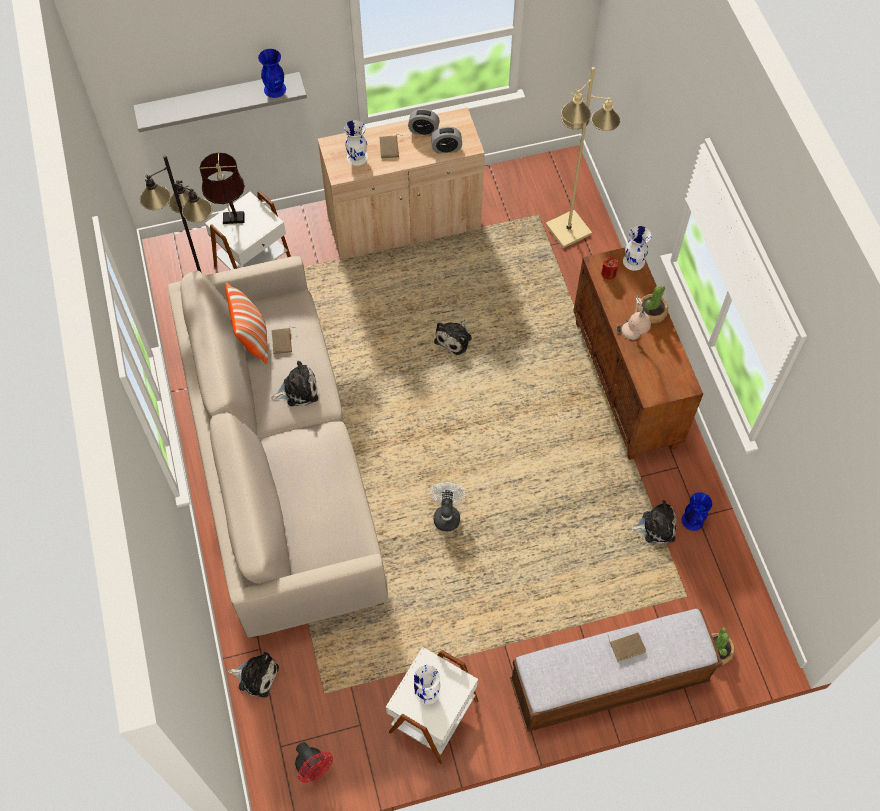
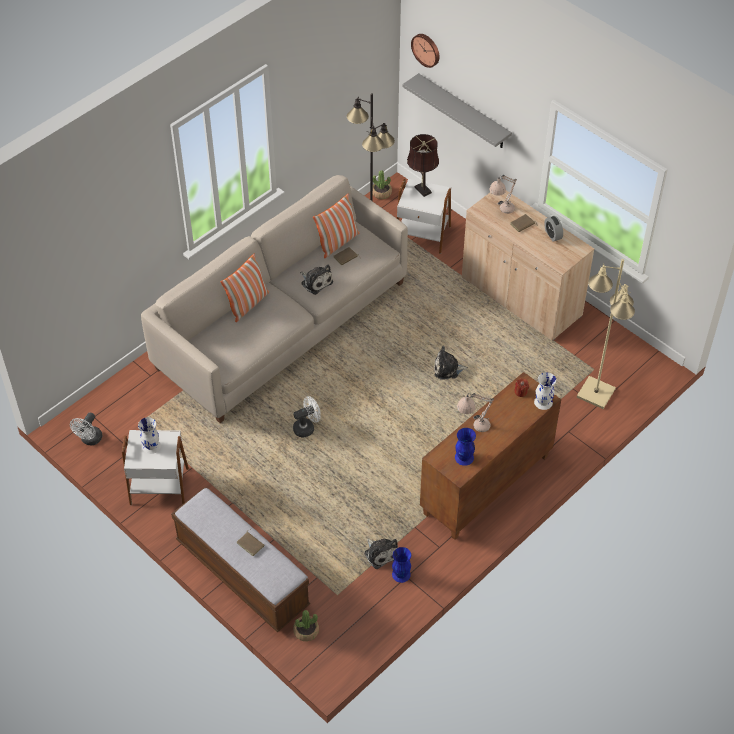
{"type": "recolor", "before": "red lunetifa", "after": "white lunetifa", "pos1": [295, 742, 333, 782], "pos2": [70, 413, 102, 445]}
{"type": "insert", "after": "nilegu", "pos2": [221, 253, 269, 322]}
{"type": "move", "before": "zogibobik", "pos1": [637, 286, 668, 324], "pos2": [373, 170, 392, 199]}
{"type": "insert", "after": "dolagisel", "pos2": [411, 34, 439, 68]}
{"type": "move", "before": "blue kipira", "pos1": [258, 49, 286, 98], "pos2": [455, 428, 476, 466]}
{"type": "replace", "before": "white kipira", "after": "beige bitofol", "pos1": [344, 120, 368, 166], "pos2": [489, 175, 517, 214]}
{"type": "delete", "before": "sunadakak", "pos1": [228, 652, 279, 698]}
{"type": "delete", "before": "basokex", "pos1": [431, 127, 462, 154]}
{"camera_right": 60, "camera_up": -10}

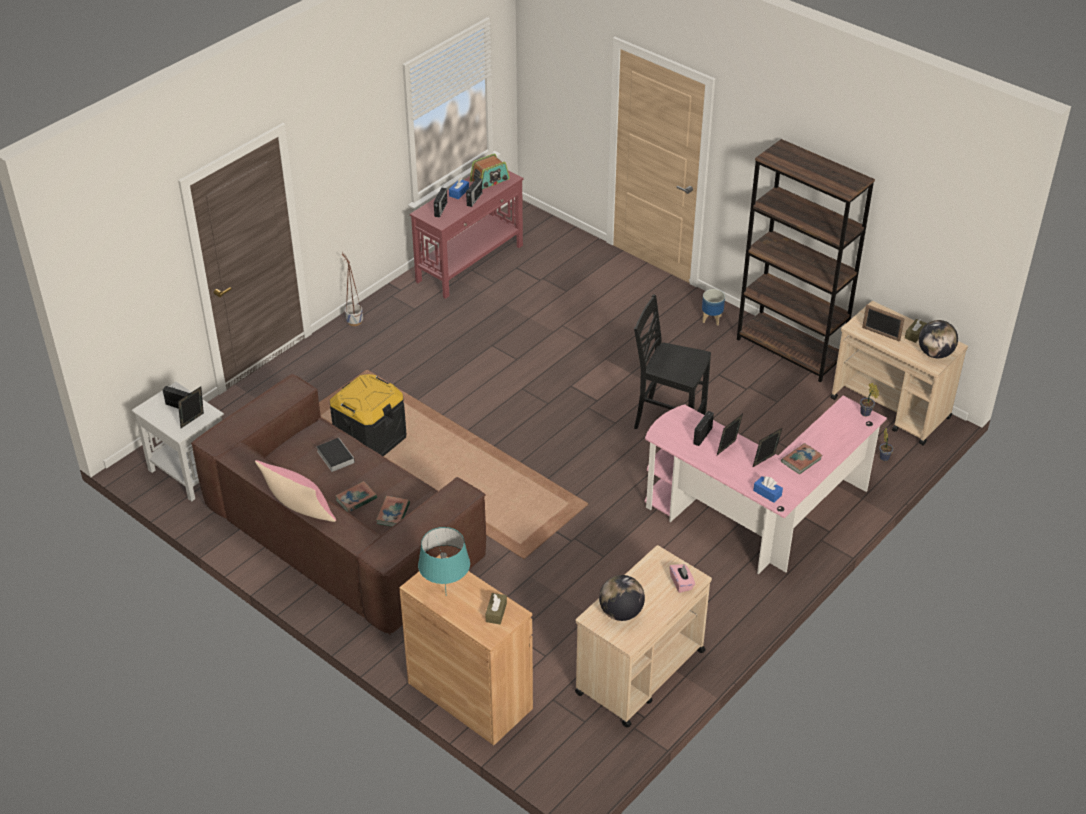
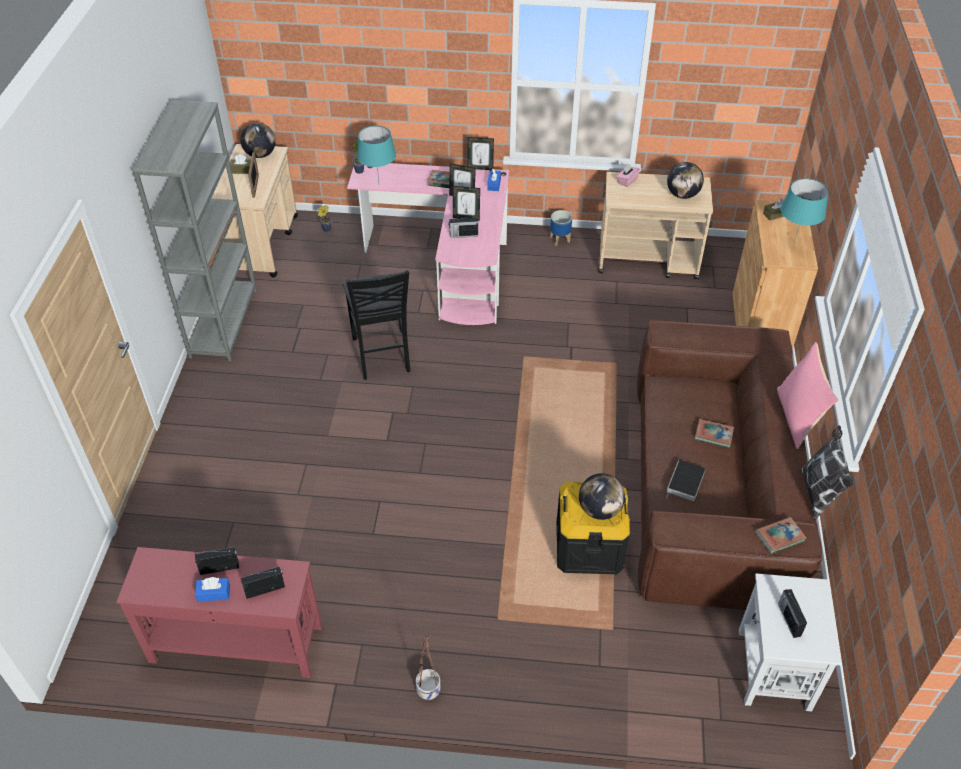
{"type": "recolor", "before": "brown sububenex", "after": "grey sububenex", "pos1": [737, 139, 875, 383], "pos2": [132, 100, 257, 361]}
{"type": "insert", "after": "turquoise bitofol", "pos2": [357, 126, 396, 182]}
{"type": "move", "before": "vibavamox", "pos1": [178, 386, 204, 428], "pos2": [468, 137, 494, 170]}
{"type": "move", "before": "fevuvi", "pos1": [702, 289, 725, 326], "pos2": [550, 210, 572, 246]}
{"type": "insert", "after": "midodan", "pos2": [579, 473, 625, 520]}
{"type": "move", "before": "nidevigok", "pos1": [376, 496, 410, 527], "pos2": [755, 517, 807, 554]}
{"type": "insert", "after": "nilegu", "pos2": [801, 426, 855, 521]}
{"type": "delete", "before": "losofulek", "pos1": [470, 153, 510, 189]}
{"camera_right": -125, "camera_up": 5}

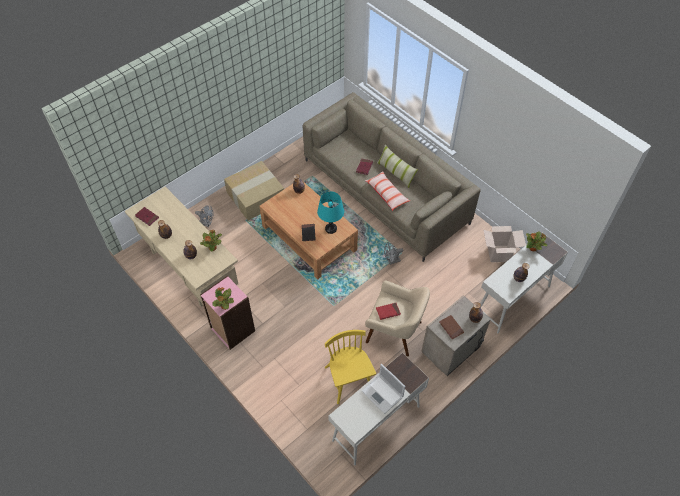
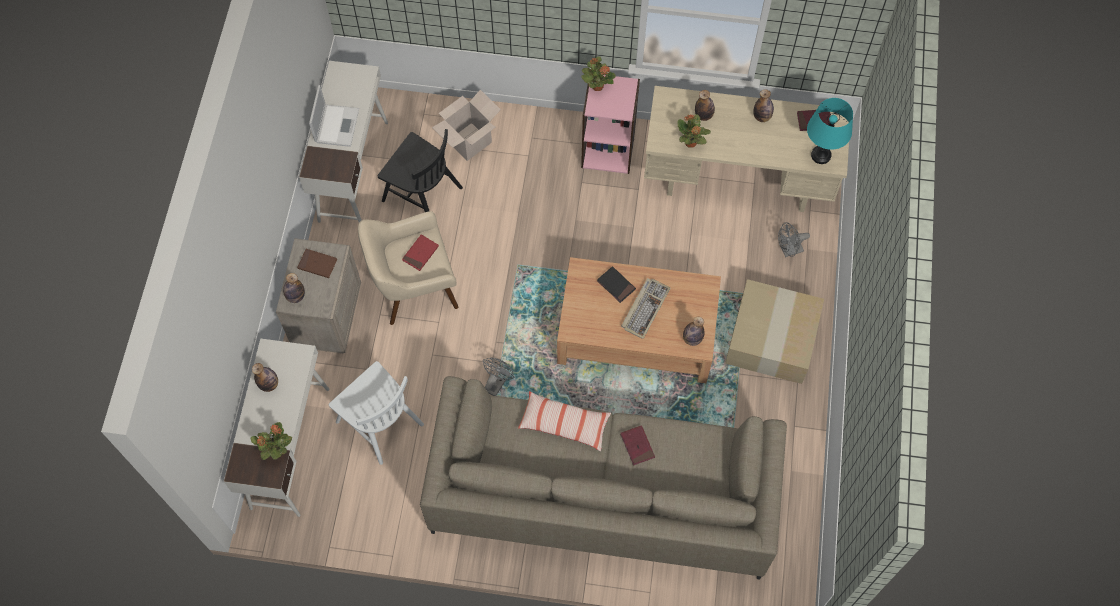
{"type": "rotate", "before": "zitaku", "pos1": [362, 364, 405, 414], "pos2": [309, 85, 359, 147], "turn": 90}
{"type": "insert", "after": "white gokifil", "pos2": [329, 361, 424, 465]}
{"type": "recolor", "before": "yellow gokifil", "after": "black gokifil", "pos1": [325, 330, 376, 404], "pos2": [378, 129, 463, 212]}
{"type": "move", "before": "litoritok", "pos1": [484, 226, 526, 262], "pos2": [432, 90, 501, 161]}
{"type": "insert", "after": "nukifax", "pos2": [621, 278, 670, 339]}
{"type": "move", "before": "turquoise bitofol", "pos1": [317, 192, 344, 234], "pos2": [807, 98, 853, 164]}
{"type": "delete", "before": "nilegu", "pos1": [377, 144, 418, 188]}
{"camera_right": 140, "camera_up": 10}

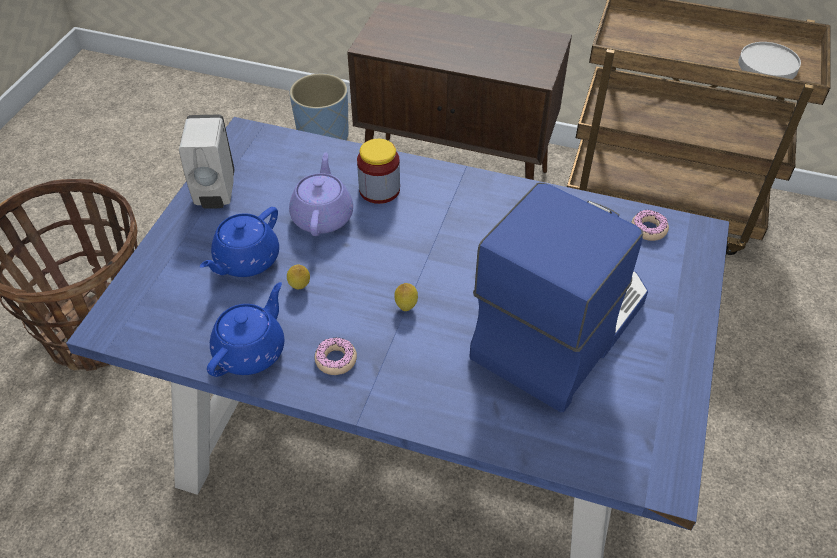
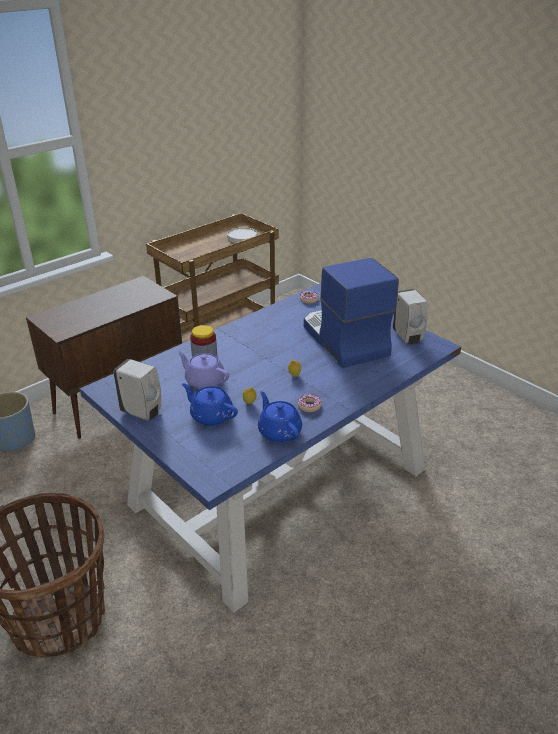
{"type": "rotate", "before": "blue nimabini", "pos1": [200, 207, 279, 277], "pos2": [182, 383, 238, 426], "turn": 150}
{"type": "insert", "after": "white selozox", "pos2": [393, 289, 429, 344]}
{"camera_right": -60, "camera_up": -15}

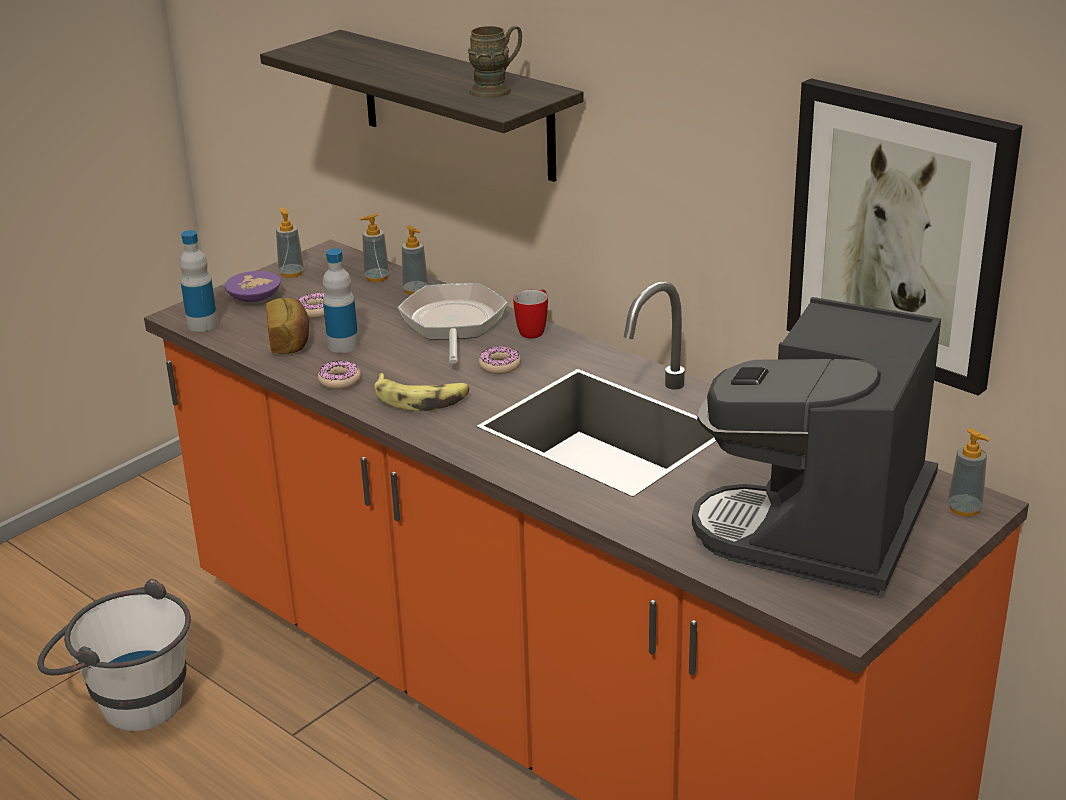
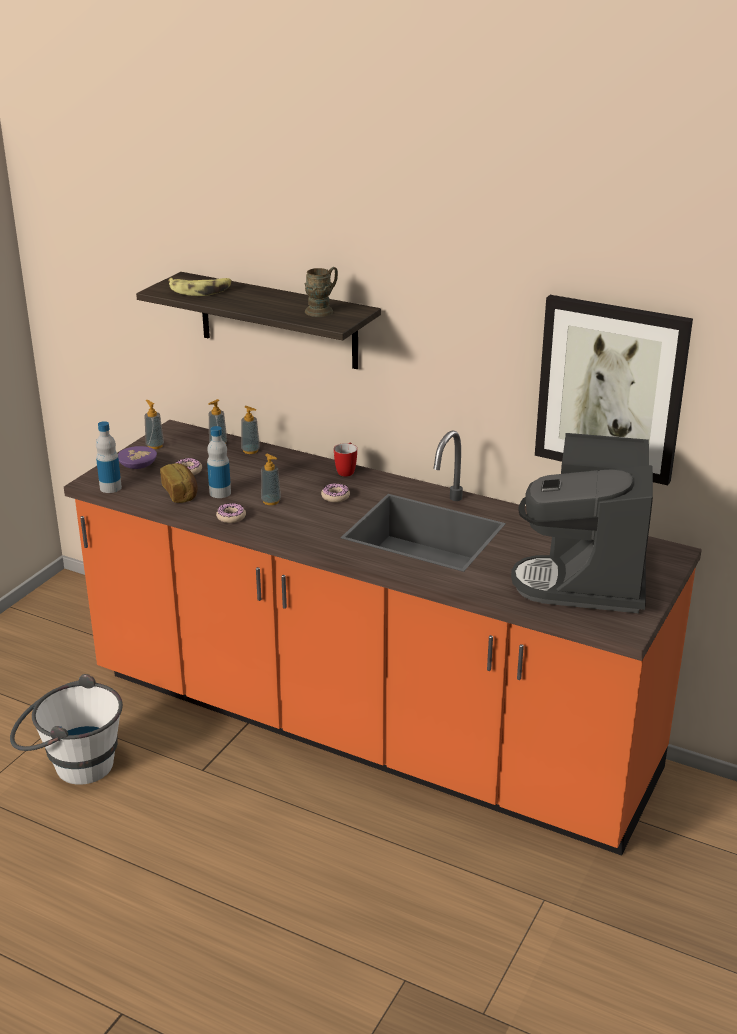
{"type": "move", "before": "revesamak", "pos1": [374, 373, 469, 412], "pos2": [169, 278, 232, 296]}
{"type": "move", "before": "selozox", "pos1": [948, 428, 990, 517], "pos2": [261, 454, 281, 505]}
{"type": "delete", "before": "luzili", "pos1": [398, 283, 508, 364]}
{"camera_right": -15, "camera_up": 0}

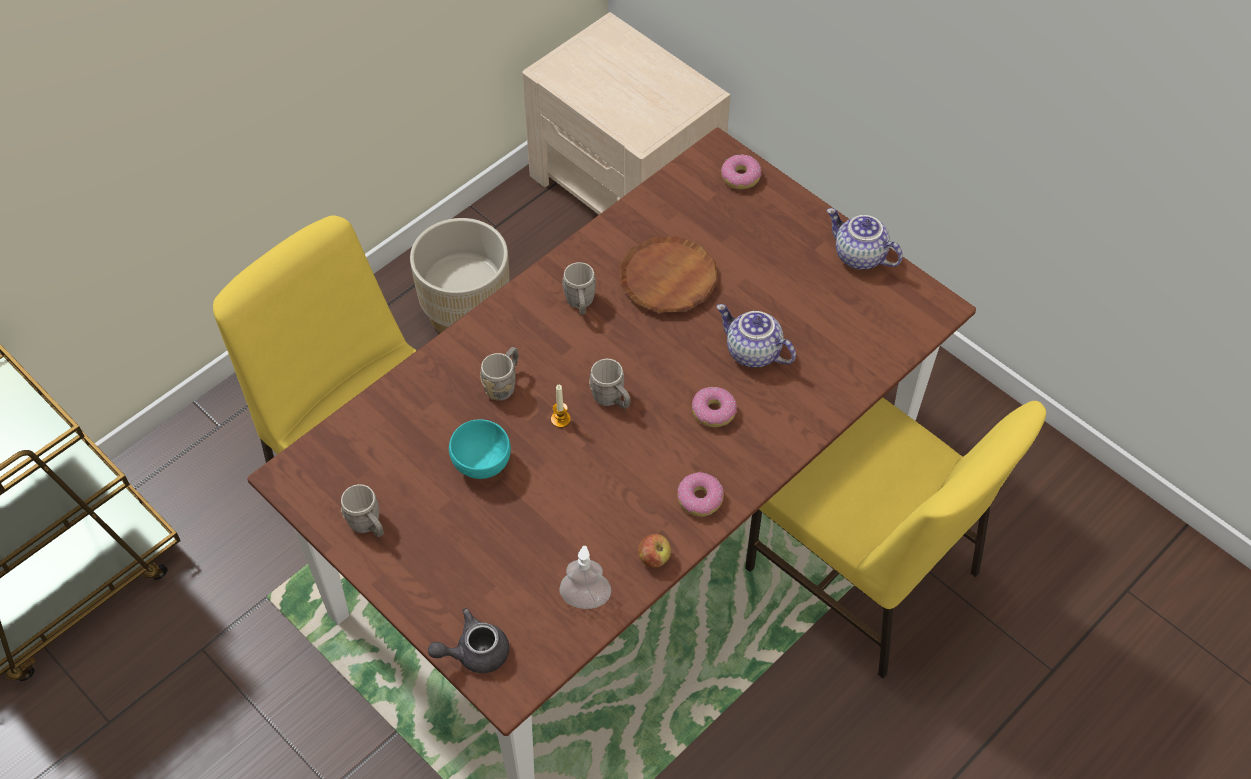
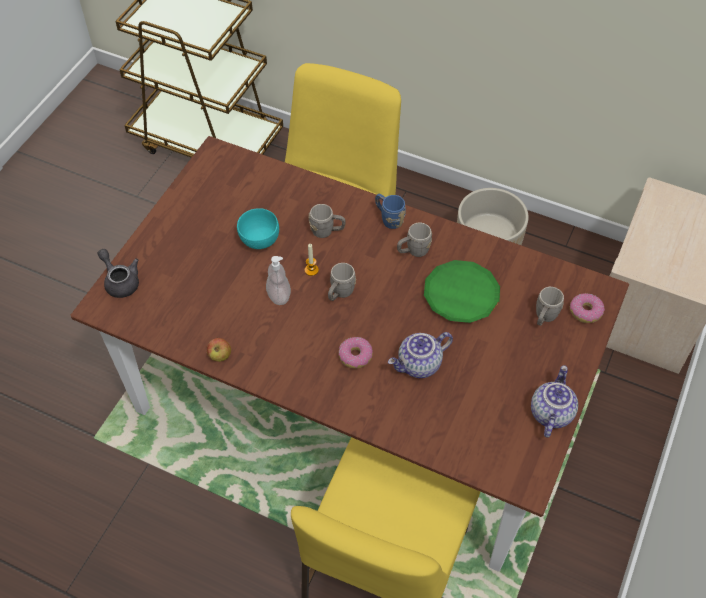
{"type": "move", "before": "selozox", "pos1": [559, 546, 611, 609], "pos2": [266, 256, 291, 305]}
{"type": "insert", "after": "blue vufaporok", "pos2": [375, 194, 406, 229]}
{"type": "rotate", "before": "nimabini", "pos1": [717, 304, 796, 368], "pos2": [388, 332, 453, 378], "turn": -135}
{"type": "recolor", "before": "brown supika", "after": "green supika", "pos1": [619, 236, 718, 313], "pos2": [424, 260, 500, 323]}
{"type": "move", "before": "grey vufaporok", "pos1": [341, 484, 384, 537], "pos2": [536, 287, 564, 326]}
{"type": "delete", "before": "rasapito", "pos1": [677, 472, 724, 517]}
{"camera_right": 70, "camera_up": 0}

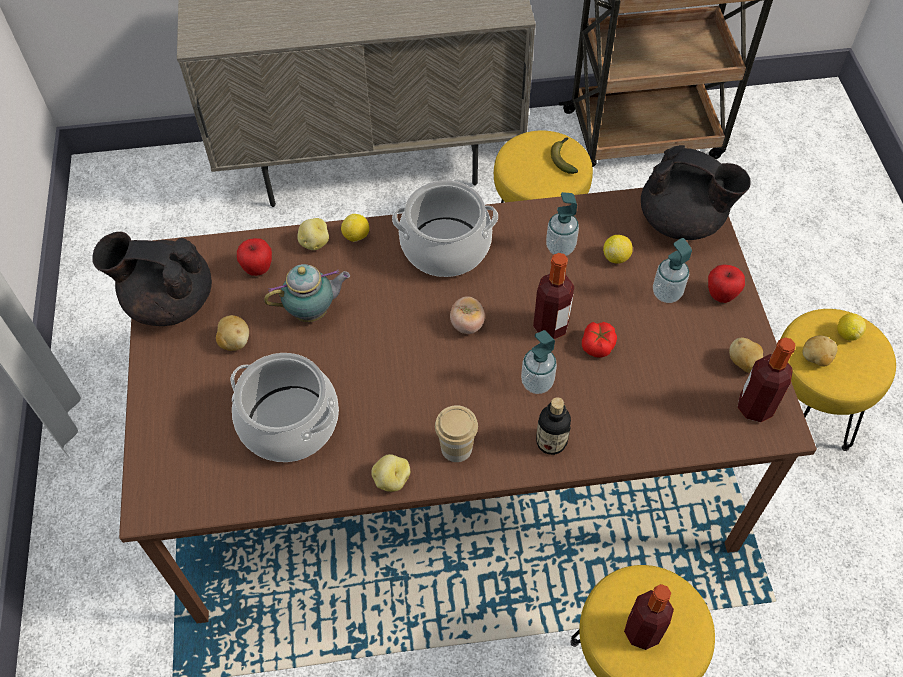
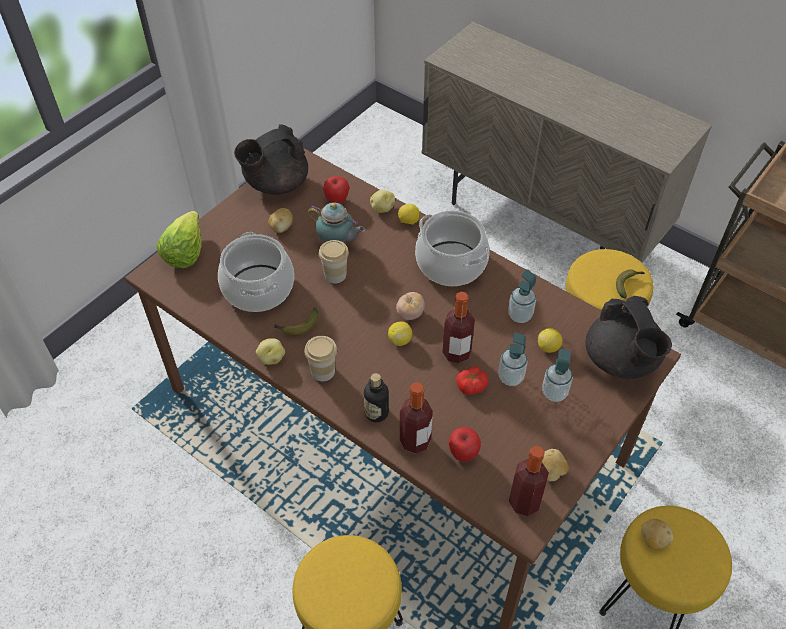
{"type": "insert", "after": "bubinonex", "pos2": [157, 211, 202, 268]}
{"type": "rotate", "before": "black nimabini", "pos1": [92, 232, 212, 326], "pos2": [234, 124, 308, 195], "turn": -90}
{"type": "insert", "after": "revesamak", "pos2": [274, 308, 318, 335]}
{"type": "insert", "after": "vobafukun", "pos2": [319, 240, 349, 283]}
{"type": "move", "before": "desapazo", "pos1": [837, 313, 866, 341], "pos2": [388, 322, 412, 346]}
{"type": "move", "before": "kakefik", "pos1": [624, 584, 674, 650], "pos2": [400, 382, 433, 454]}
{"type": "move", "before": "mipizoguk", "pos1": [708, 265, 745, 303], "pos2": [449, 427, 481, 462]}
{"type": "move", "before": "selozox", "pos1": [521, 330, 557, 394], "pos2": [498, 332, 528, 386]}
{"camera_right": 45, "camera_up": -5}

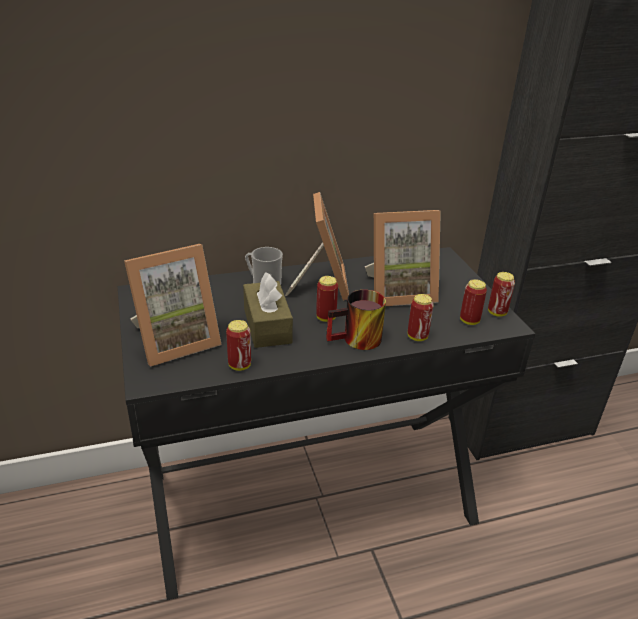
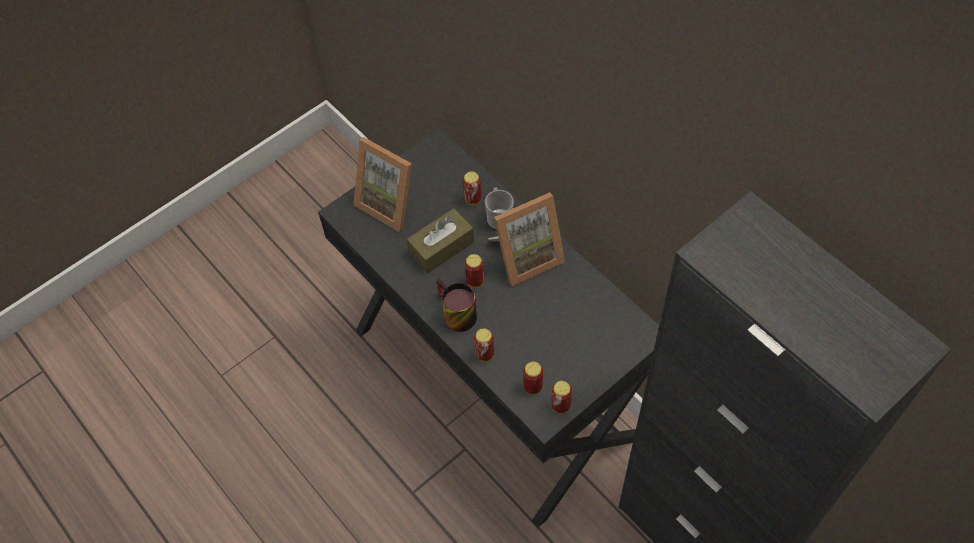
{"type": "move", "before": "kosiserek", "pos1": [226, 320, 251, 371], "pos2": [463, 171, 481, 205]}
{"type": "delete", "before": "vibavamox", "pos1": [365, 210, 441, 306]}
{"camera_right": 70, "camera_up": 25}

